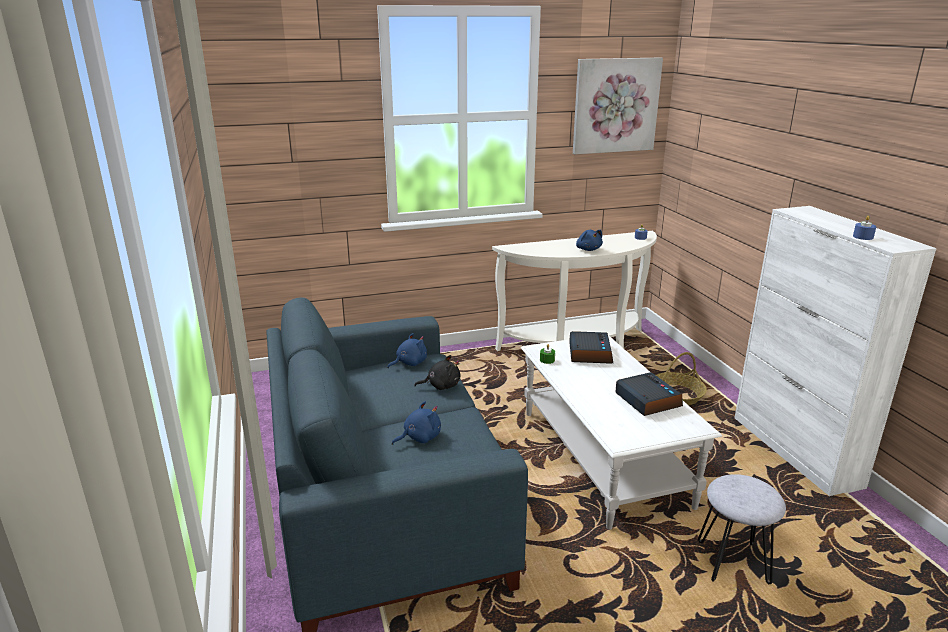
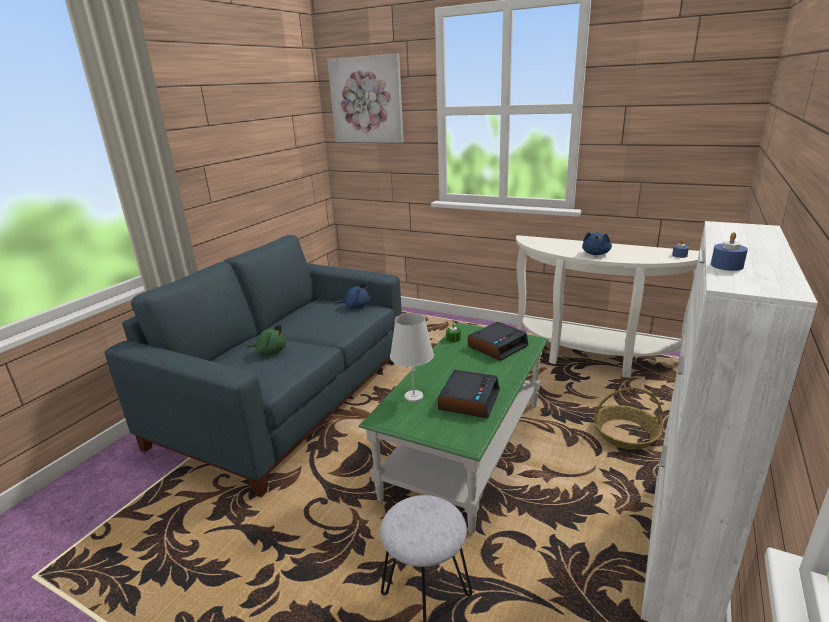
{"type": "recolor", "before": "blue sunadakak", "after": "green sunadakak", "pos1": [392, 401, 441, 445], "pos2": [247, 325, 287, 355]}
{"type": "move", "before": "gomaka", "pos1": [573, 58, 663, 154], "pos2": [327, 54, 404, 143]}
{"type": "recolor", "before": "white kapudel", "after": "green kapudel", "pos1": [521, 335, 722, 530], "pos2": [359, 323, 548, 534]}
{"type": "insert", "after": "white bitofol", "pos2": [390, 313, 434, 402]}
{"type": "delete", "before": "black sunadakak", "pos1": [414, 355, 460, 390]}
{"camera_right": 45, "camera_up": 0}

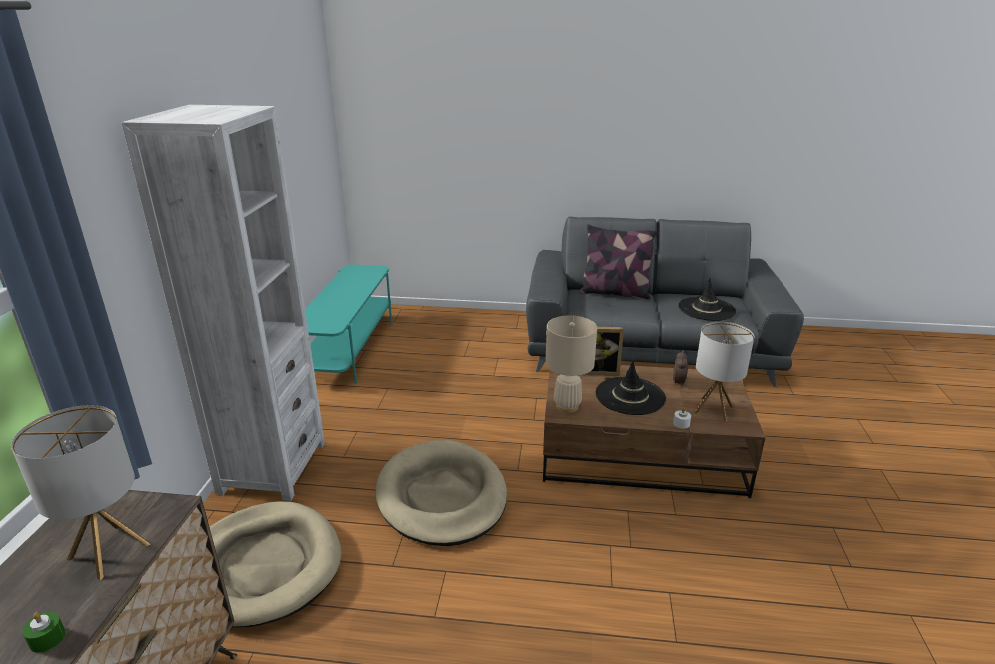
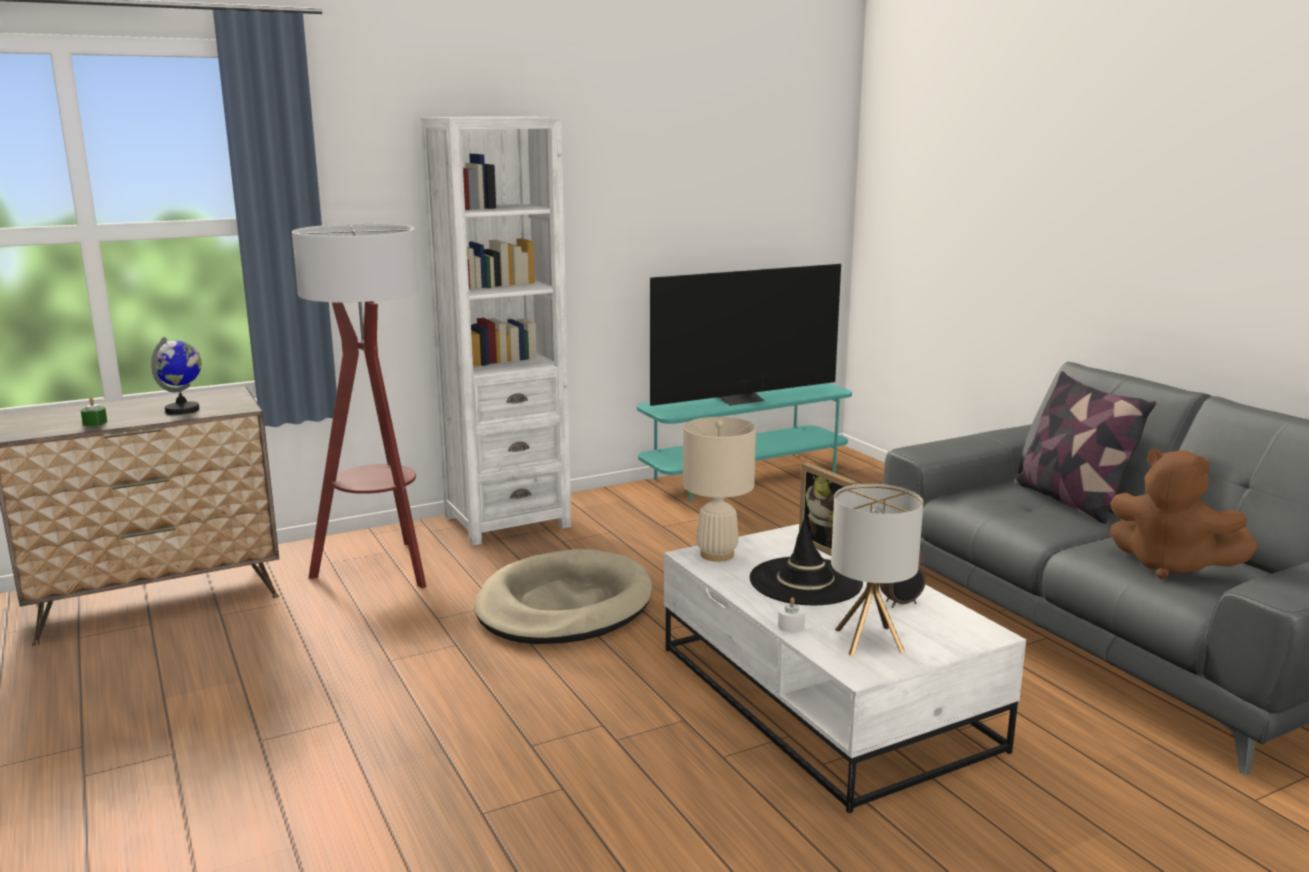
{"type": "replace", "before": "bitofol", "after": "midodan", "pos1": [11, 405, 151, 580], "pos2": [151, 337, 201, 415]}
{"type": "replace", "before": "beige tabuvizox", "after": "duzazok", "pos1": [210, 501, 341, 627], "pos2": [292, 224, 427, 588]}
{"type": "insert", "after": "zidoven", "pos2": [650, 264, 841, 406]}
{"type": "recolor", "before": "brown kapudel", "after": "white kapudel", "pos1": [543, 365, 766, 498], "pos2": [664, 524, 1026, 813]}
{"type": "replace", "before": "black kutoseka", "after": "brown sunadakak", "pos1": [678, 278, 736, 321], "pos2": [1110, 448, 1259, 579]}
{"camera_right": 55, "camera_up": -10}

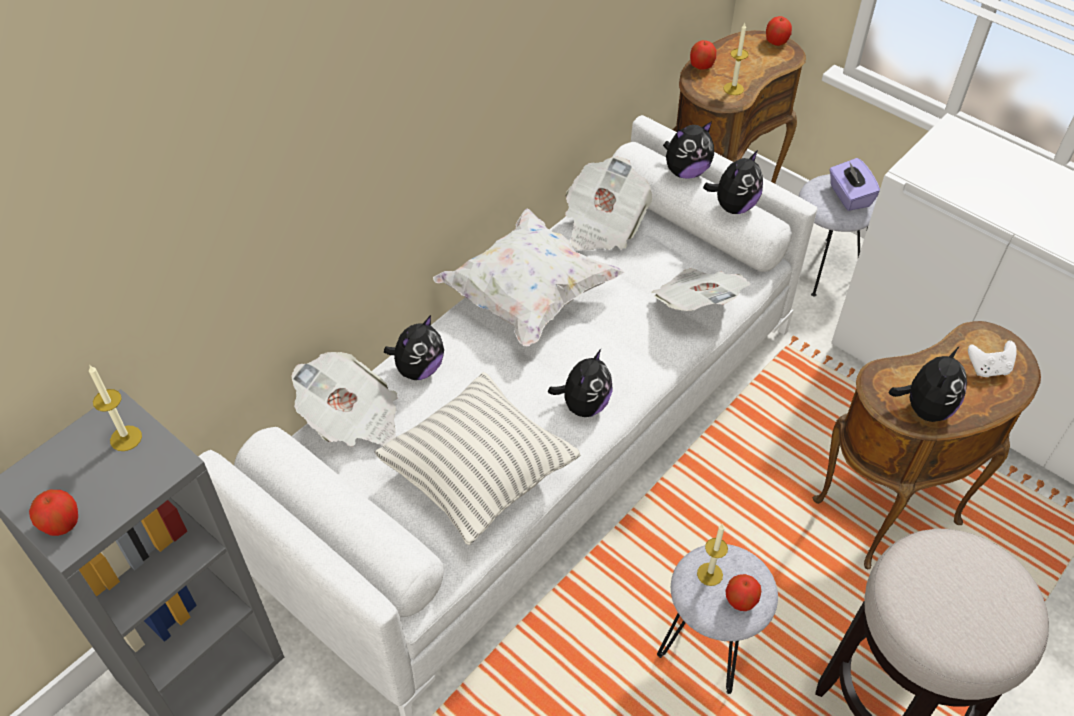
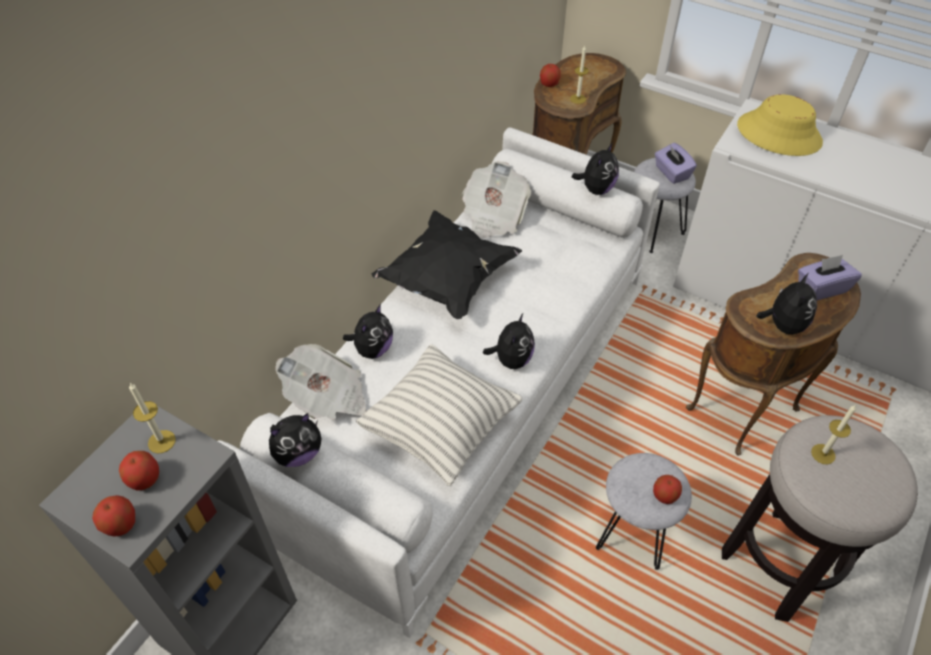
{"type": "move", "before": "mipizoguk", "pos1": [766, 16, 792, 46], "pos2": [119, 451, 159, 491]}
{"type": "move", "before": "sunadakak", "pos1": [663, 121, 714, 179], "pos2": [269, 413, 321, 467]}
{"type": "recolor", "before": "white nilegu", "after": "black nilegu", "pos1": [433, 209, 624, 346], "pos2": [372, 210, 522, 319]}
{"type": "insert", "after": "yellow kutoseka", "pos2": [737, 94, 823, 156]}
{"type": "replace", "before": "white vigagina", "after": "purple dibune", "pos1": [968, 340, 1017, 377], "pos2": [798, 255, 862, 300]}
{"type": "move", "before": "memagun", "pos1": [697, 524, 728, 586], "pos2": [811, 405, 856, 464]}
{"type": "delete", "before": "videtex", "pos1": [651, 268, 751, 311]}
{"camera_right": -10, "camera_up": 0}

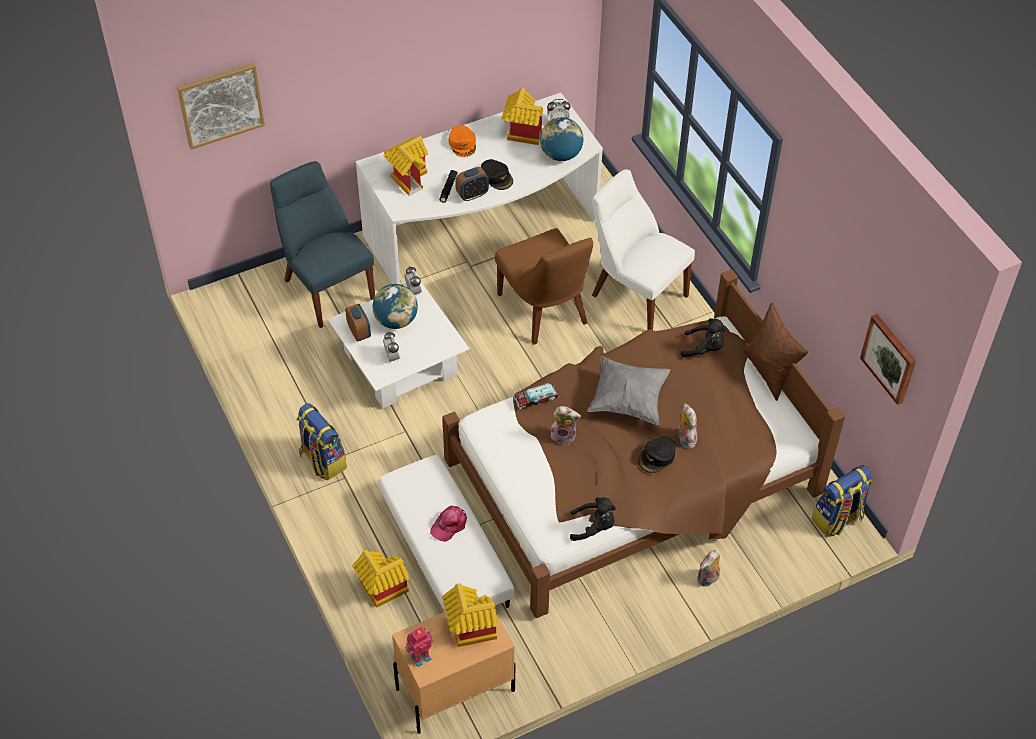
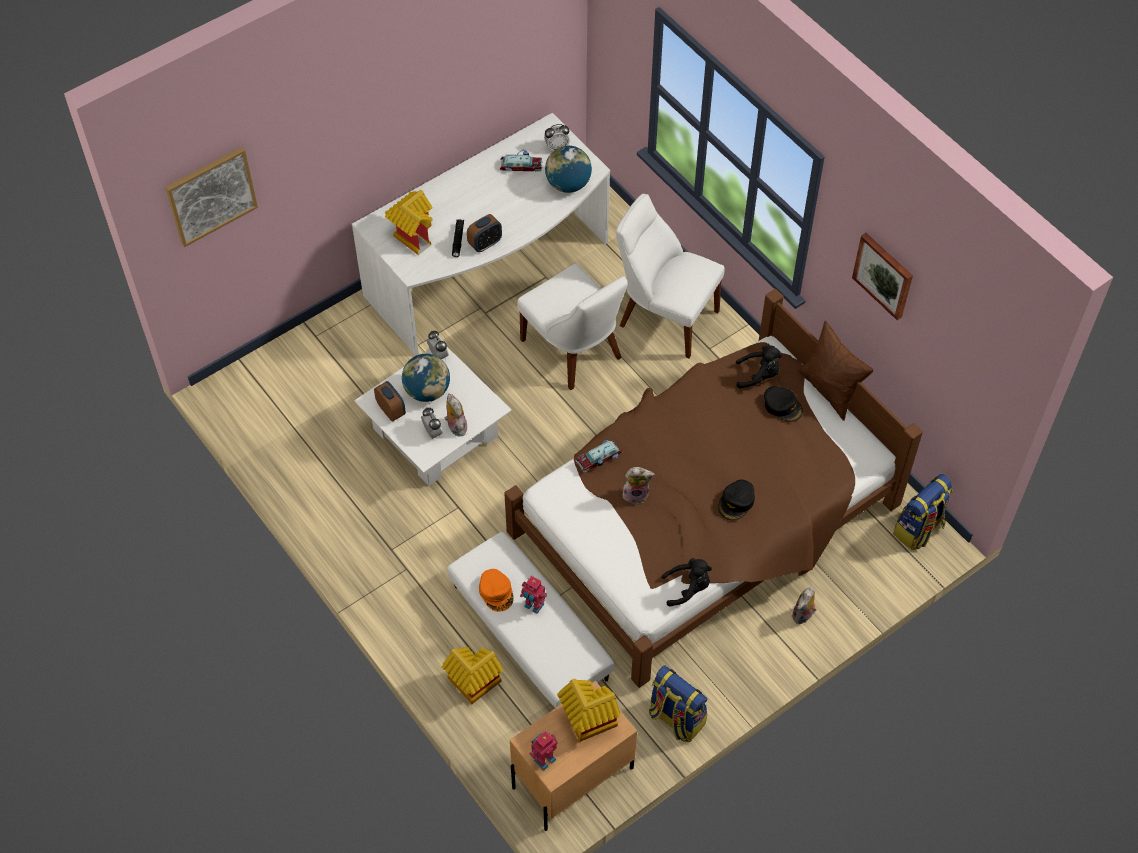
{"type": "move", "before": "sunadakak", "pos1": [677, 403, 697, 448], "pos2": [445, 393, 469, 436]}
{"type": "move", "before": "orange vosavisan", "pos1": [448, 125, 476, 157], "pos2": [479, 569, 514, 612]}
{"type": "replace", "before": "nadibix", "after": "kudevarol", "pos1": [501, 88, 543, 145], "pos2": [499, 149, 543, 172]}
{"type": "recolor", "before": "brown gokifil", "after": "white gokifil", "pos1": [495, 228, 593, 345], "pos2": [517, 264, 627, 390]}
{"type": "replace", "before": "pink vosavisan", "after": "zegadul", "pos1": [430, 506, 467, 542], "pos2": [520, 576, 547, 614]}
{"type": "move", "before": "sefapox", "pos1": [296, 403, 347, 481], "pos2": [649, 666, 708, 742]}
{"type": "move", "before": "black vosavisan", "pos1": [481, 159, 513, 190], "pos2": [764, 386, 803, 422]}
{"type": "move", "before": "gomaka", "pos1": [860, 314, 916, 405], "pos2": [852, 233, 913, 320]}
{"type": "delete", "before": "blue gokifil", "pos1": [270, 161, 375, 328]}
{"type": "delete", "before": "grey nilegu", "pos1": [587, 357, 670, 425]}
{"camera_right": -10, "camera_up": 5}

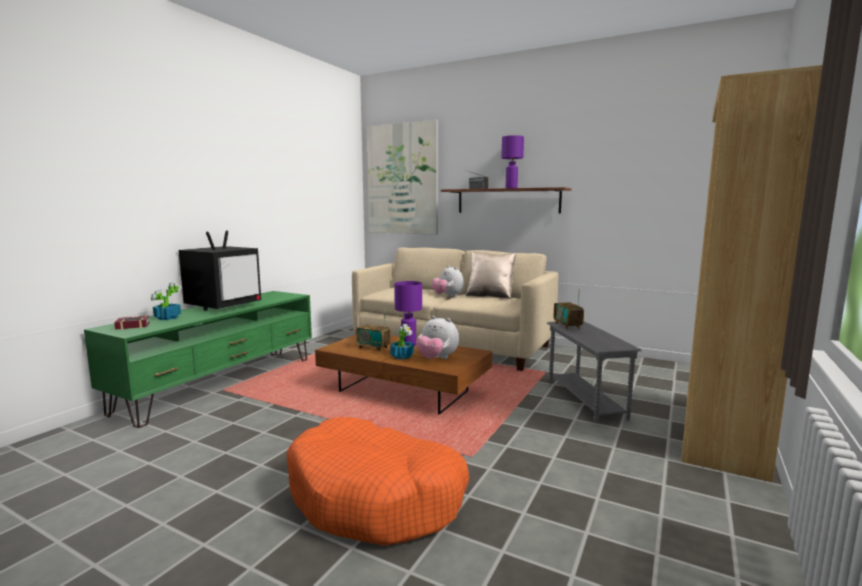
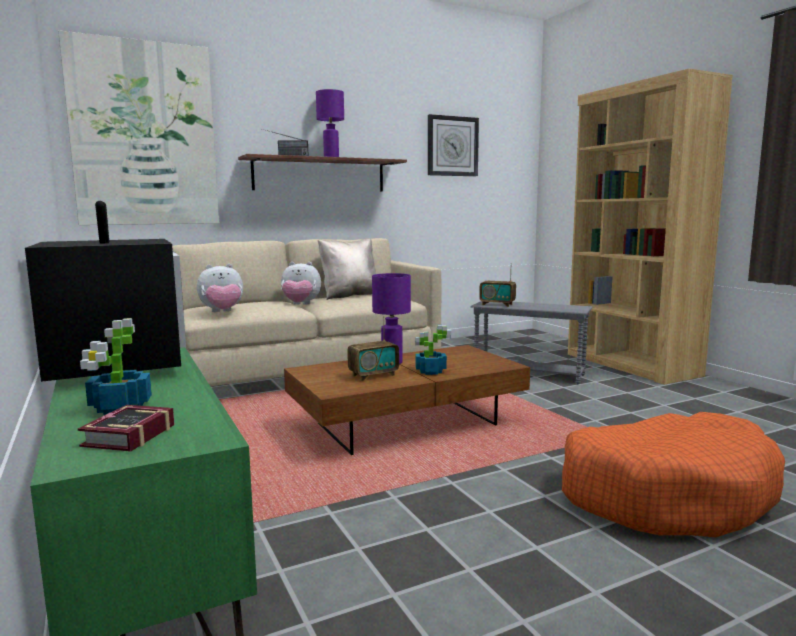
{"type": "move", "before": "sunadakak", "pos1": [416, 316, 459, 359], "pos2": [197, 264, 243, 312]}
{"type": "insert", "after": "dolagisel", "pos2": [428, 114, 479, 176]}
{"camera_right": -55, "camera_up": 0}

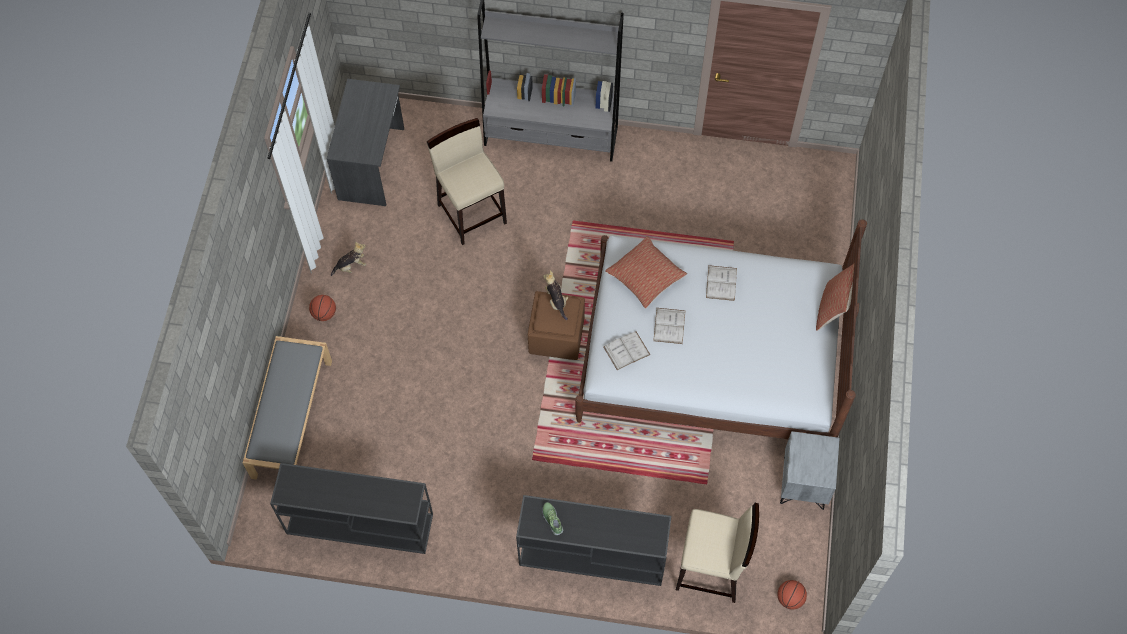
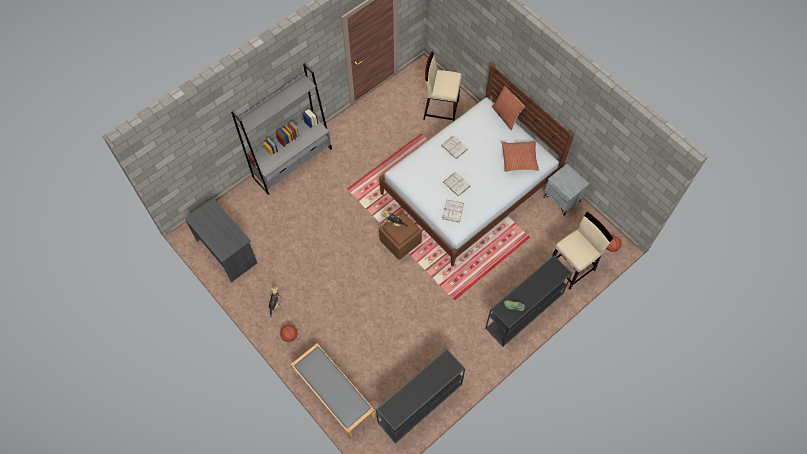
{"type": "move", "before": "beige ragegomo", "pos1": [427, 118, 507, 245], "pos2": [423, 52, 462, 122]}
{"type": "move", "before": "nilegu", "pos1": [605, 236, 687, 309], "pos2": [501, 141, 539, 172]}
{"camera_right": -50, "camera_up": 0}

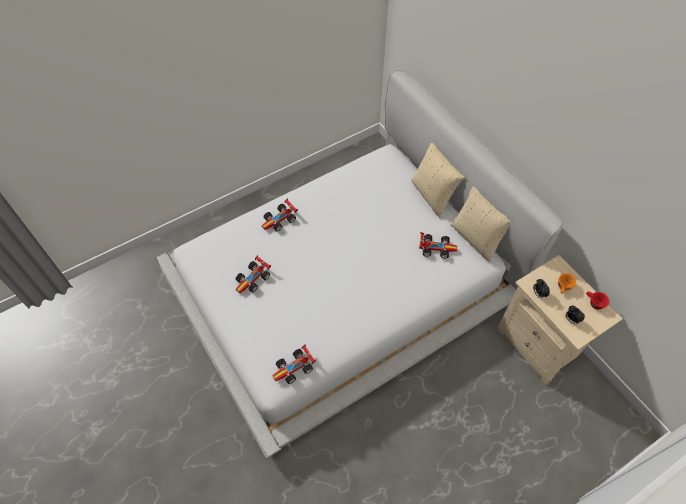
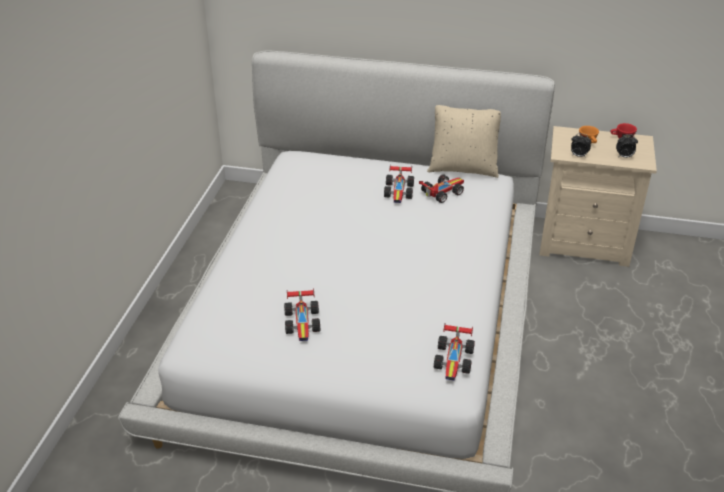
{"type": "move", "before": "kudevarol", "pos1": [262, 198, 298, 231], "pos2": [384, 165, 414, 203]}
{"type": "delete", "before": "beige nilegu", "pos1": [411, 142, 465, 218]}
{"camera_right": -45, "camera_up": -20}

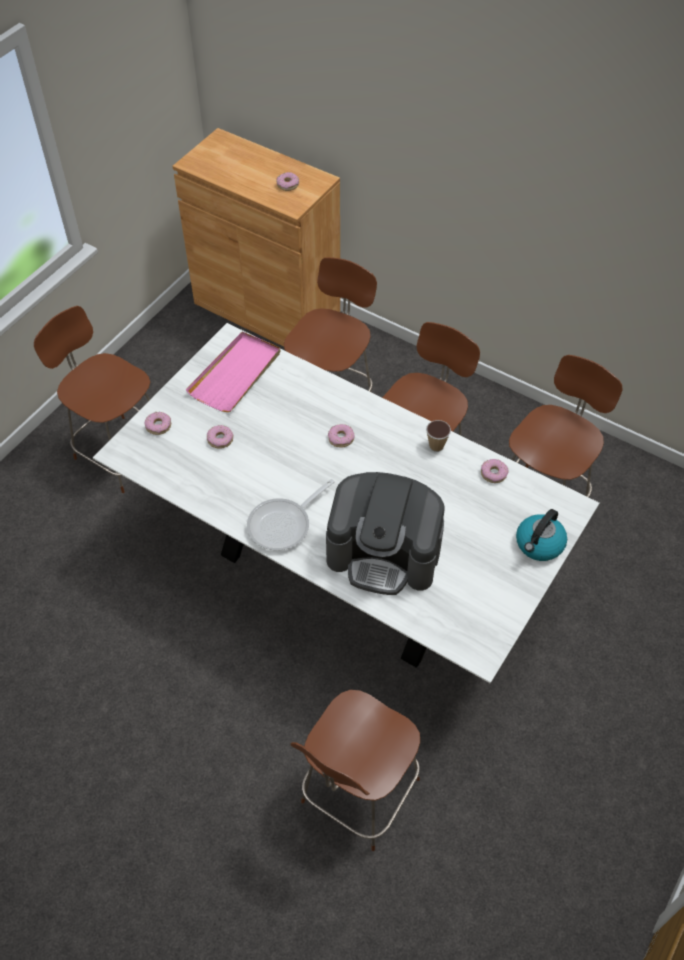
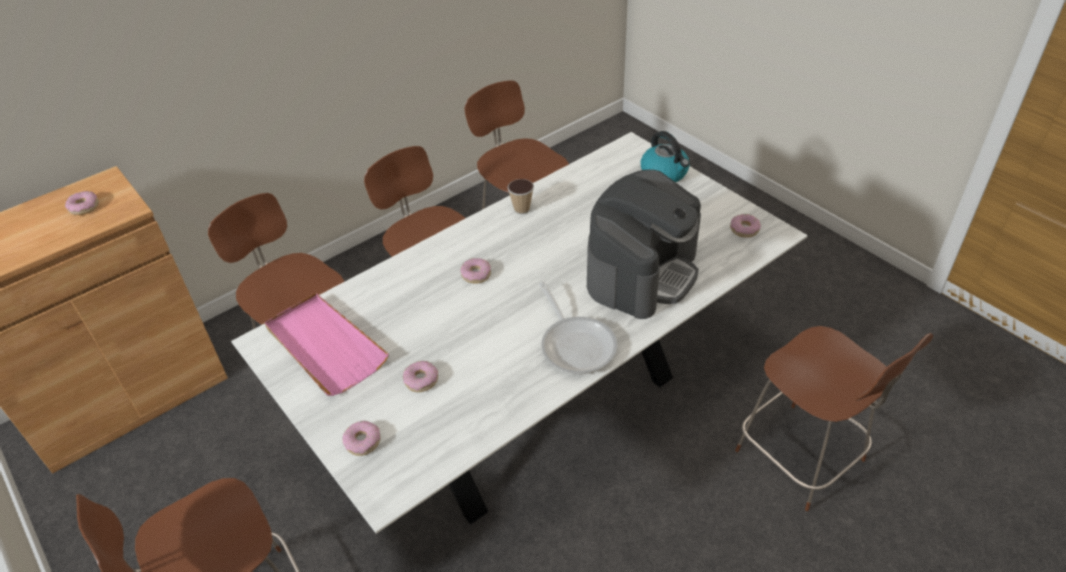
{"type": "move", "before": "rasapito", "pos1": [481, 459, 509, 483], "pos2": [730, 214, 761, 238]}
{"camera_right": -70, "camera_up": -10}

